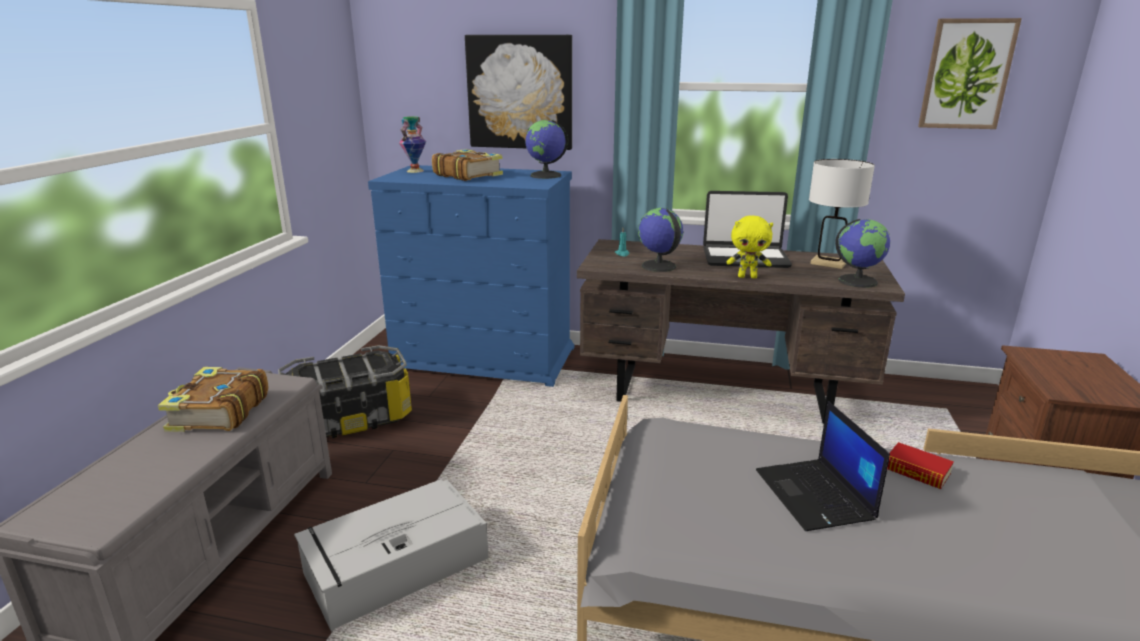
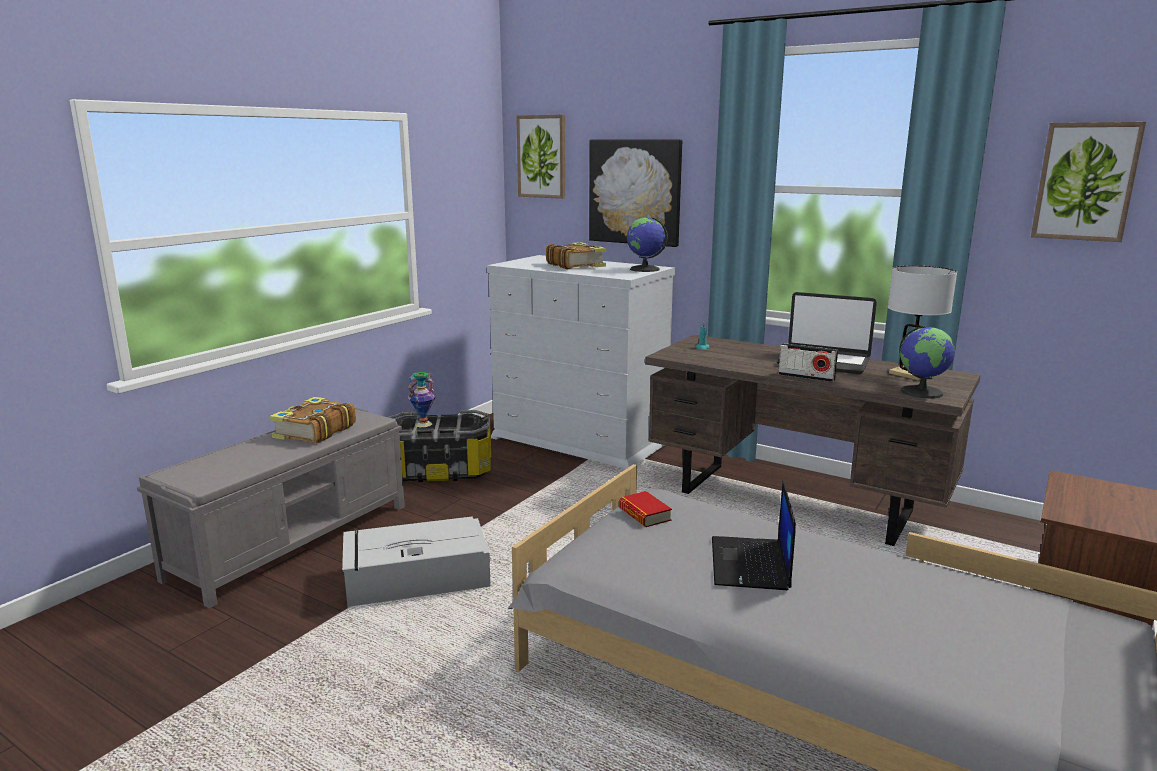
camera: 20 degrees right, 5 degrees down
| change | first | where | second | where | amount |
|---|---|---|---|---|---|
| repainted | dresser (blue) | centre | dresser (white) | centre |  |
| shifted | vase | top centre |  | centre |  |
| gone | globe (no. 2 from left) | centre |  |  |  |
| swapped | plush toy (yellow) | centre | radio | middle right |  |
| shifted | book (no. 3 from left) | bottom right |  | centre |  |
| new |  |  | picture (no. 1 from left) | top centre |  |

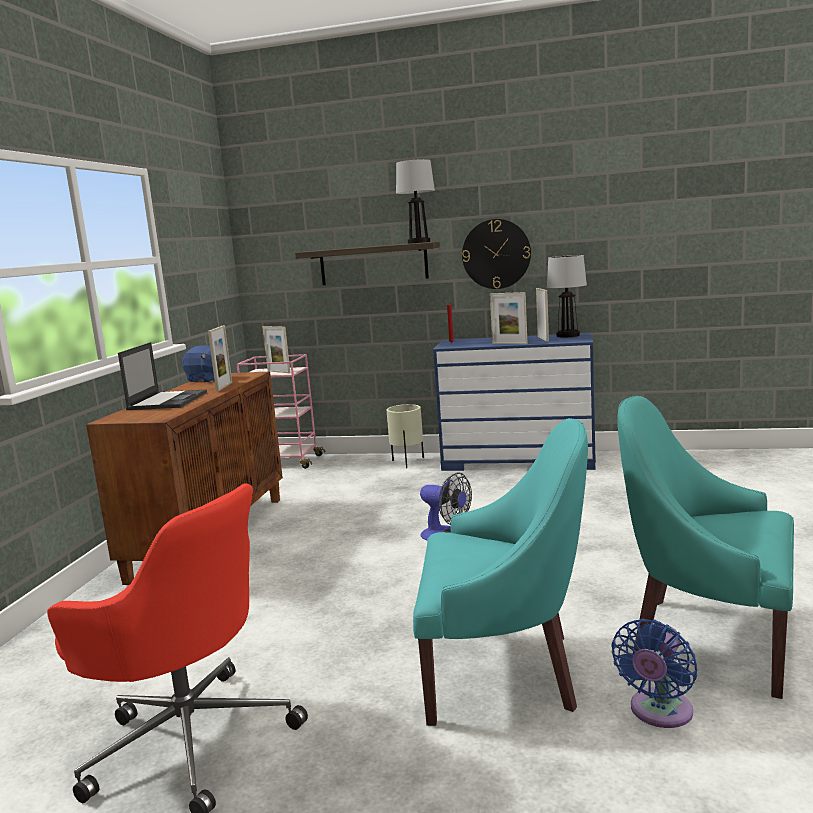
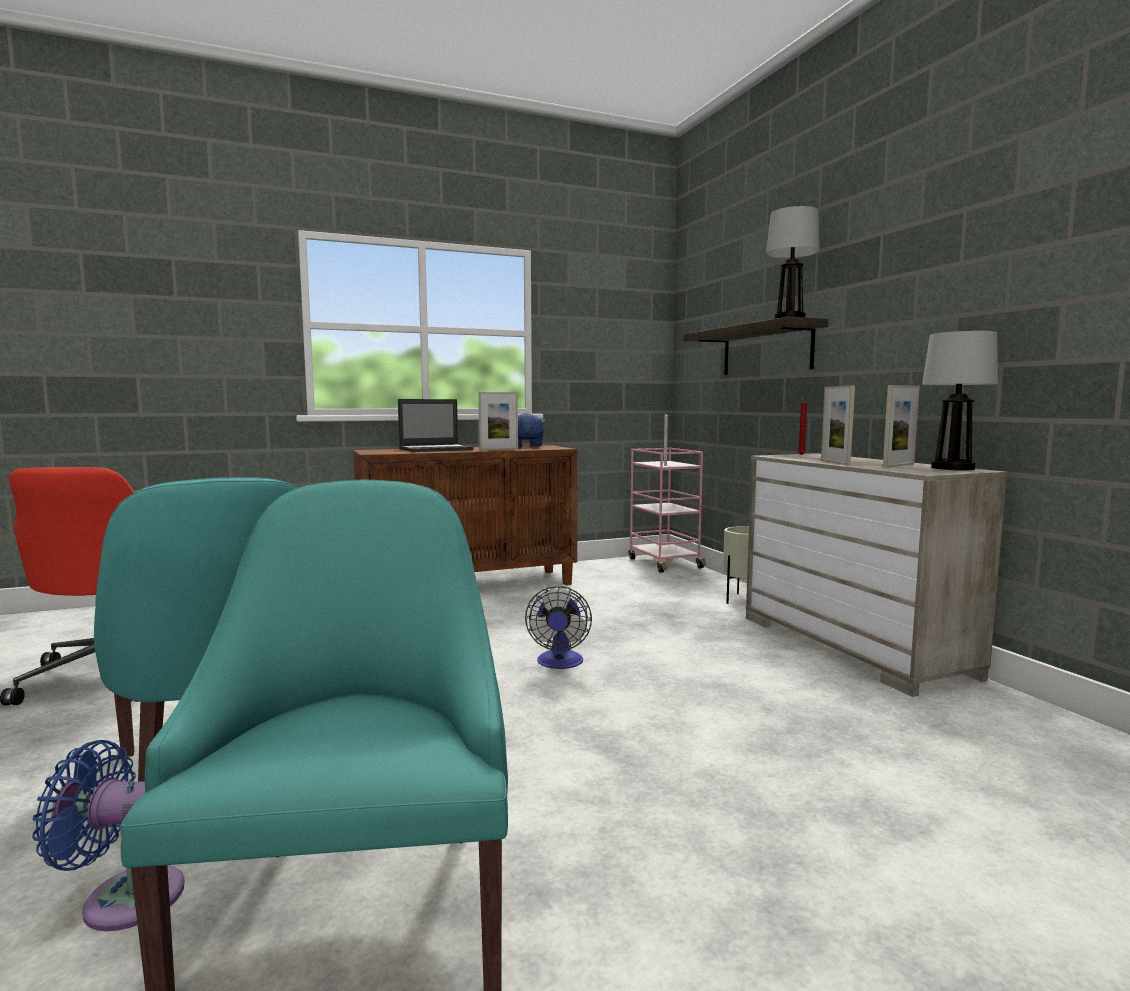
camera: 55 degrees right, 5 degrees down
| change | first | where | second | where | amount |
|---|---|---|---|---|---|
| repainted | dresser (blue) | centre | dresser (beige) | middle right |  |
| gone | wall clock | top centre |  |  |  |

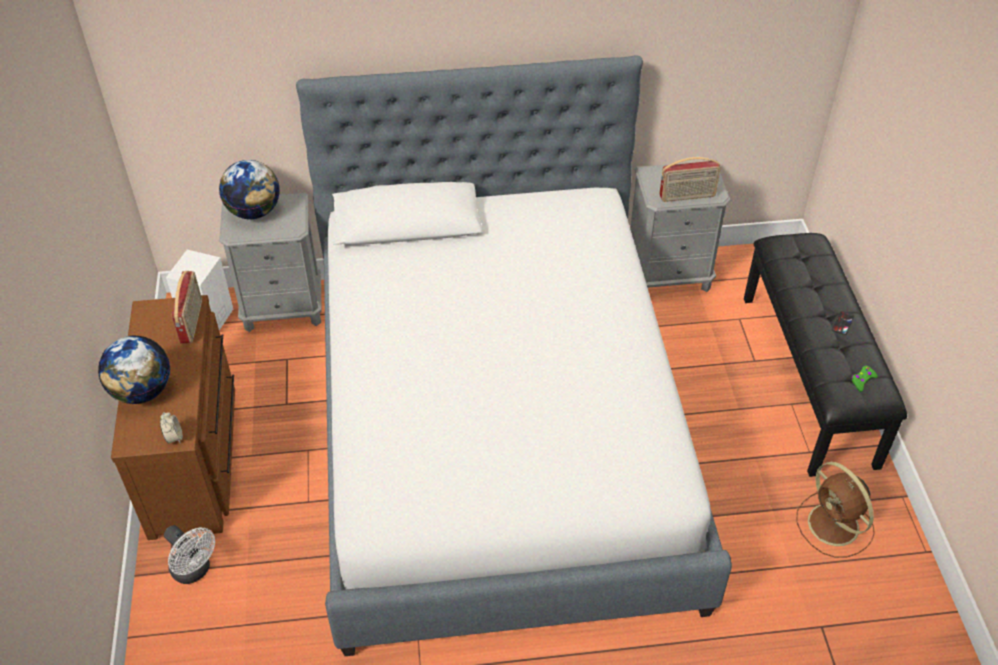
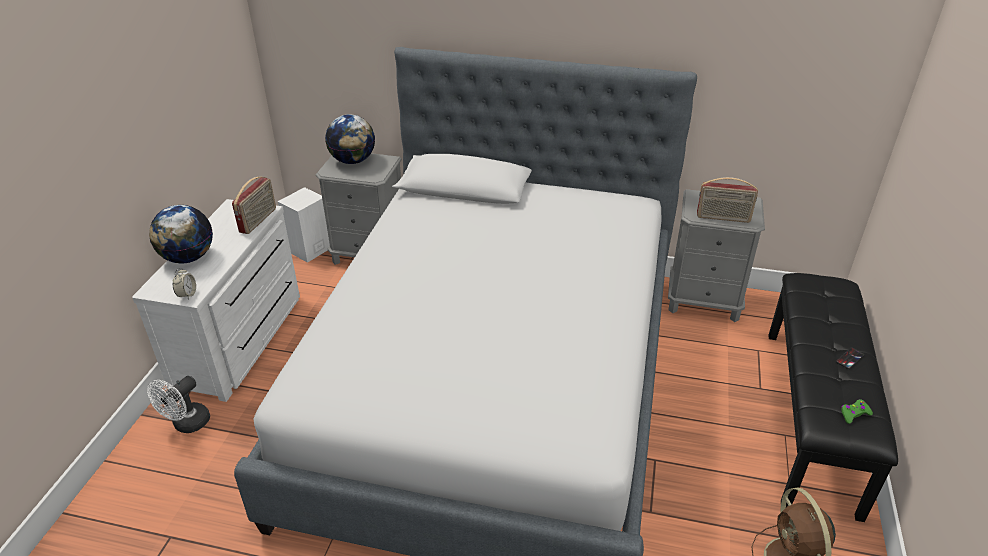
camera: 20 degrees right, 10 degrees down
| change | first | where | second | where | amount |
|---|---|---|---|---|---|
| repainted | dresser (brown) | middle left | dresser (white) | middle left |  |
| rotated | fan (white) | bottom left |  | bottom left | 60 degrees clockwise |

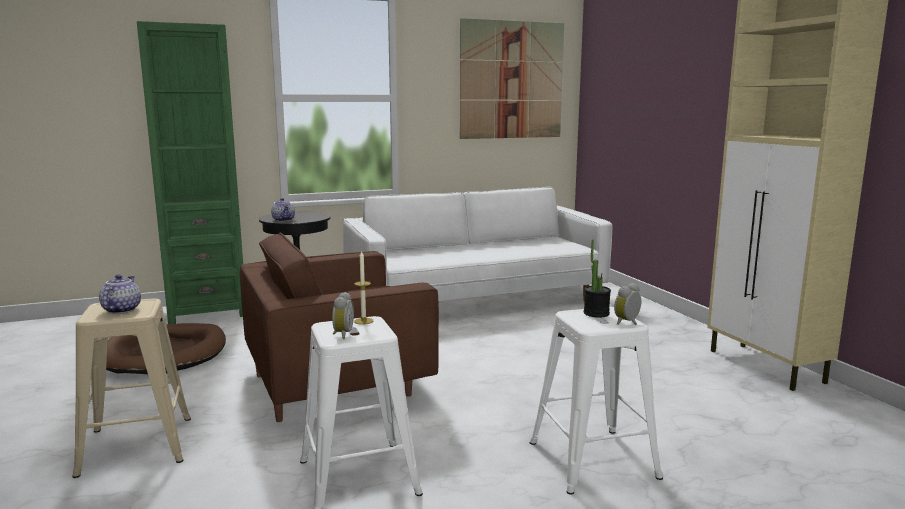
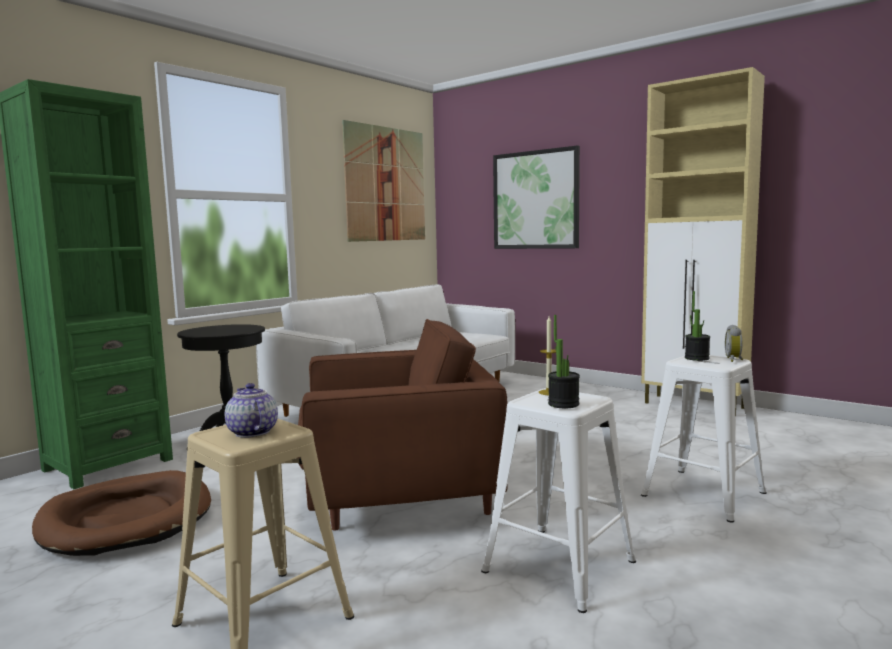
camera: 30 degrees left, 5 degrees down
| change | first | where | second | where | amount |
|---|---|---|---|---|---|
| rotated | armchair (brown) | centre |  | centre | 135 degrees counterclockwise |
| gone | teapot (no. 2 from left) | middle left |  |  |  |
| swapped | alarm clock (no. 1 from left) | centre | potted plant (no. 1 from left) | centre |  |
| new |  |  | picture (no. 2 from left) | top centre |  |

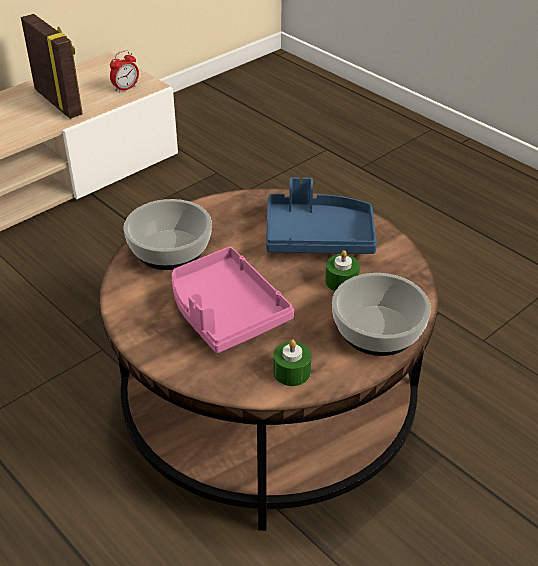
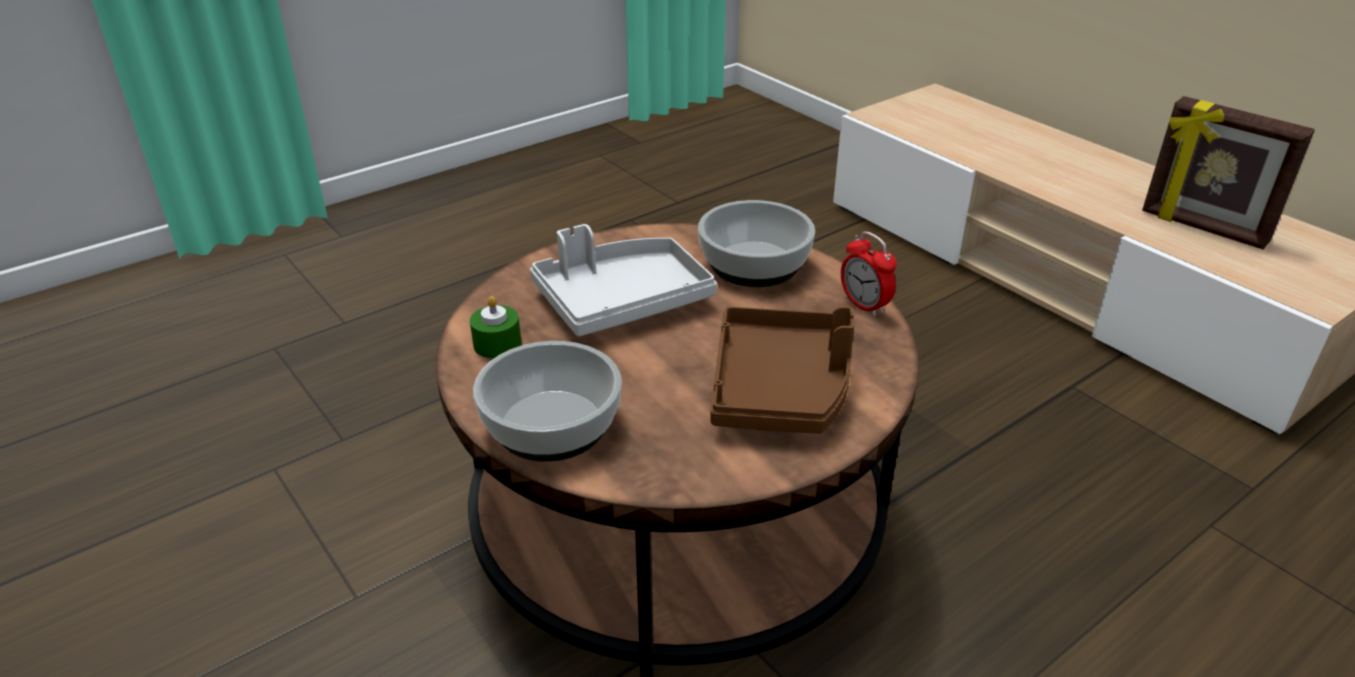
camera: 95 degrees right, 5 degrees down
| change | first | where | second | where | amount |
|---|---|---|---|---|---|
| rotated | picture frame | top left |  | top right | 75 degrees clockwise |
| shifted | alarm clock | top left |  | centre |  |
| repainted | tray (pink) | centre | tray (grey) | centre |  |
| repainted | tray (blue) | centre | tray (brown) | centre |  |
| gone | candle (green) (no. 2 from left) | centre |  |  |  |

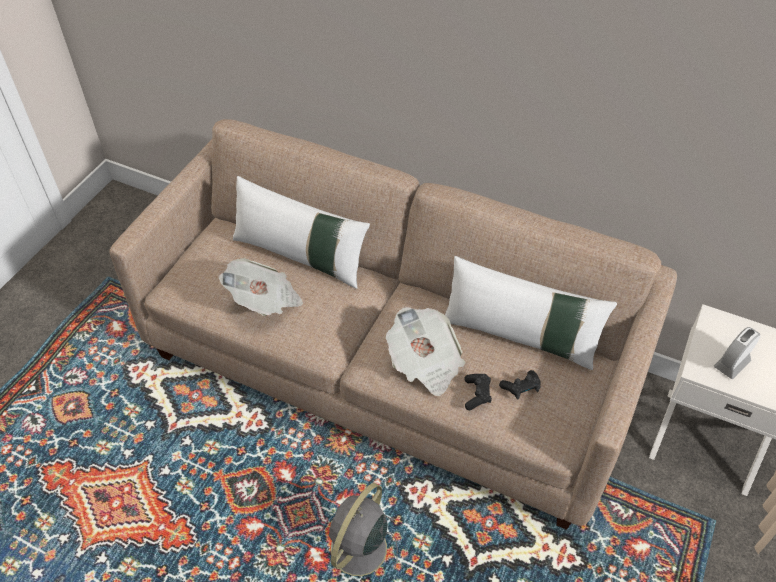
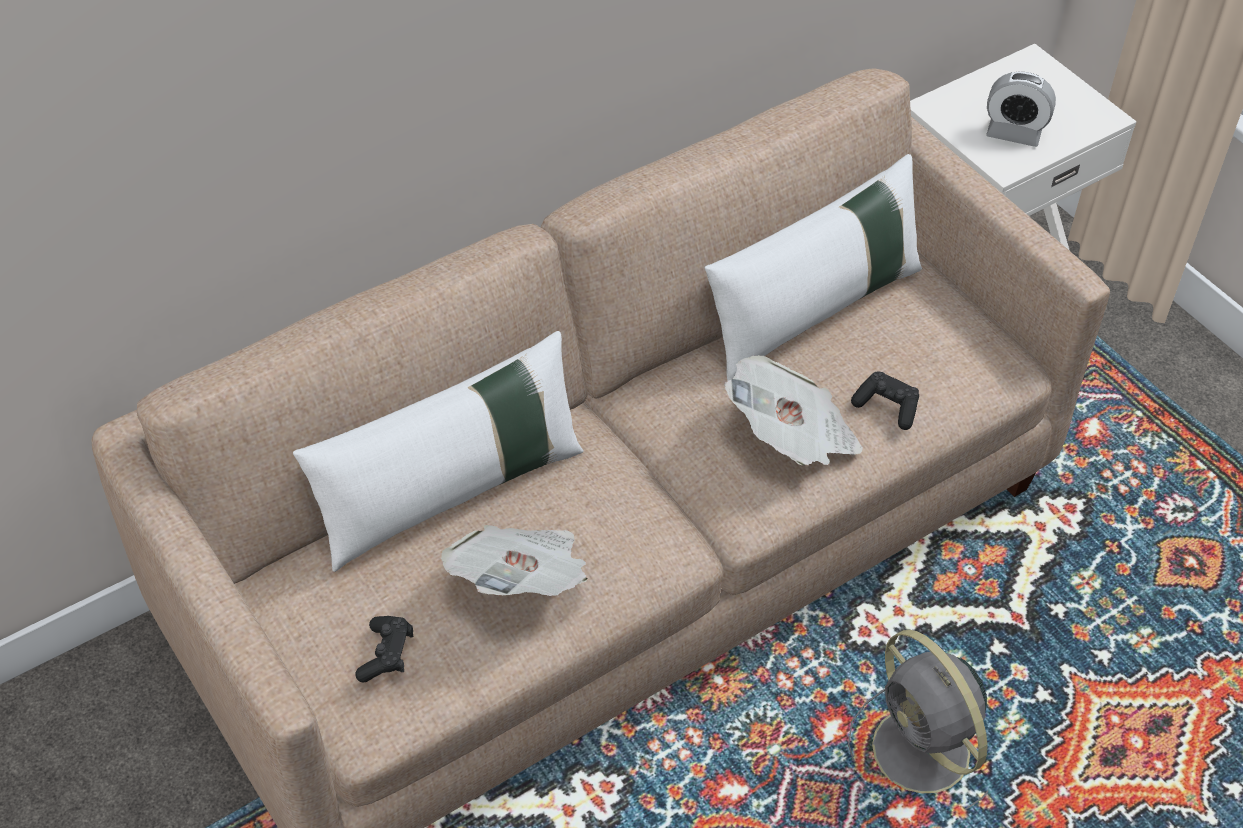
camera: 60 degrees left, 0 degrees up
| change | first | where | second | where | amount |
|---|---|---|---|---|---|
| shifted | game controller (black) (no. 2 from left in the first image) | middle right | game controller (black) (no. 1 from left) | bottom left |  |
| rotated | alarm clock | middle right |  | top right | 60 degrees counterclockwise |

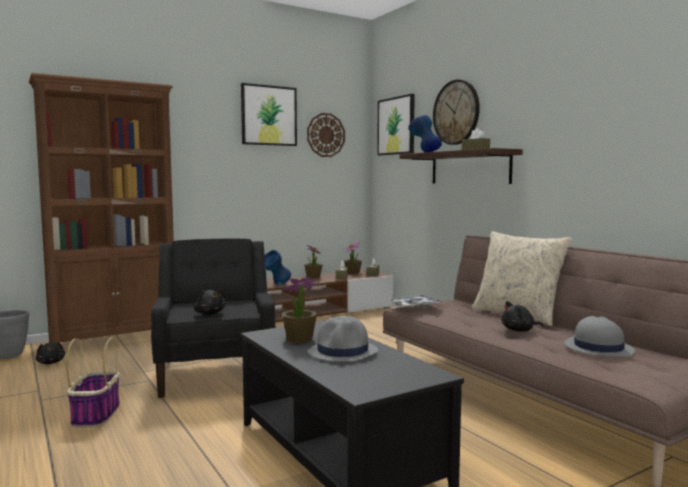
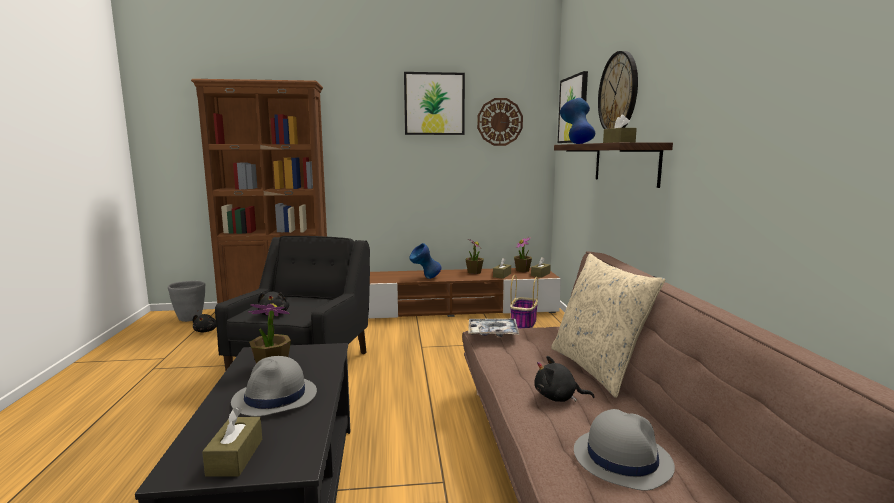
camera: 25 degrees right, 5 degrees up
| change | first | where | second | where | amount |
|---|---|---|---|---|---|
| shifted | basket | bottom left |  | centre |  |
| new |  |  | tissue box (brown) (no. 1 from left) | bottom left |  |

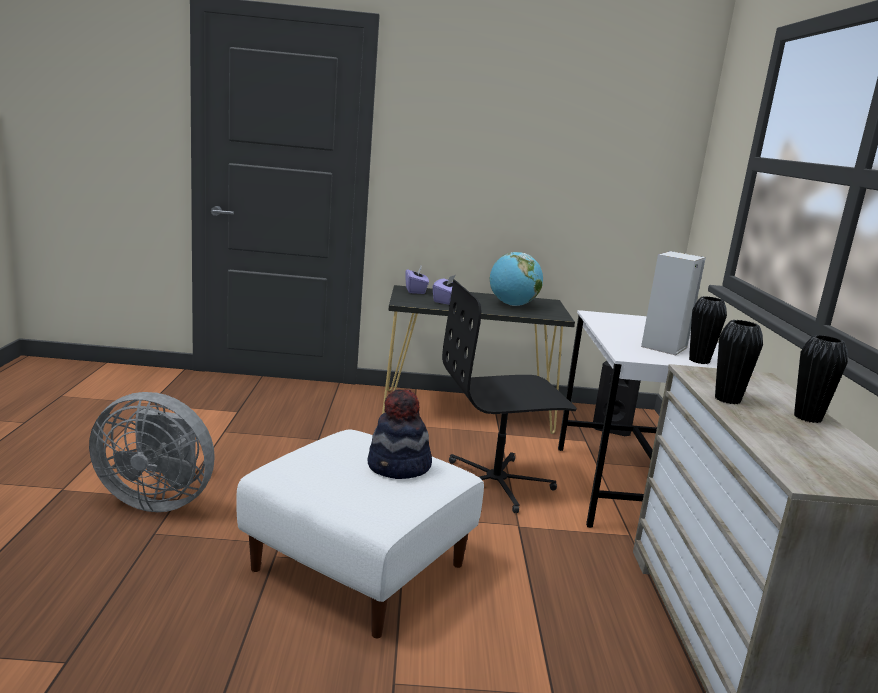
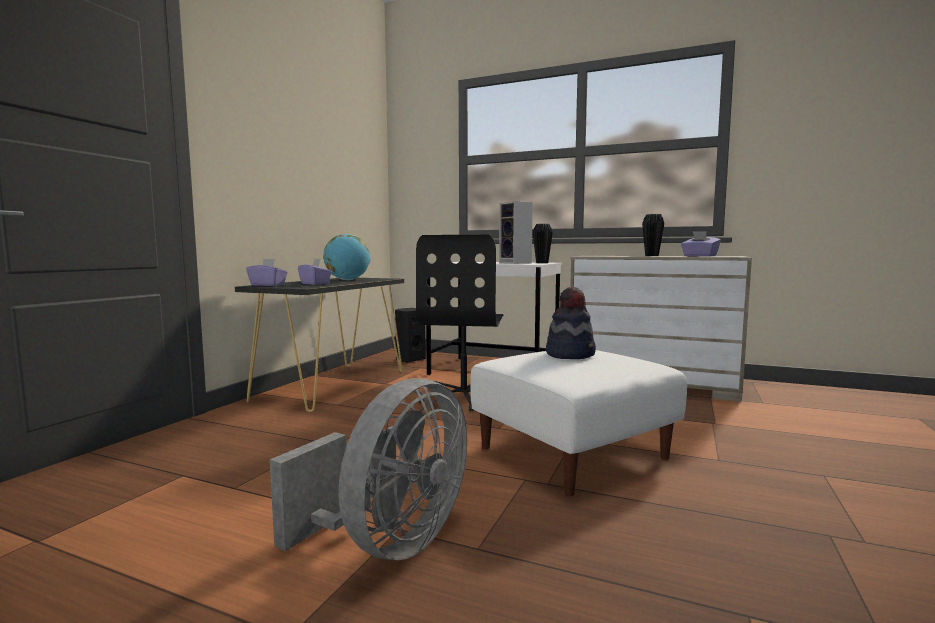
camera: 65 degrees left, 10 degrees down
| change | first | where | second | where | amount |
|---|---|---|---|---|---|
| gone | vase (black) (no. 2 from left) | middle right |  |  |  |
| new |  |  | tissue box (purple) (no. 3 from left) | middle right |  |

